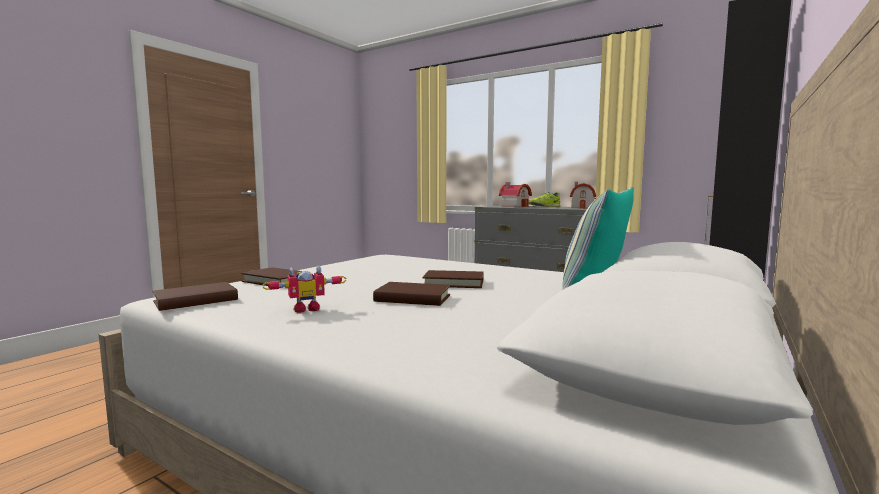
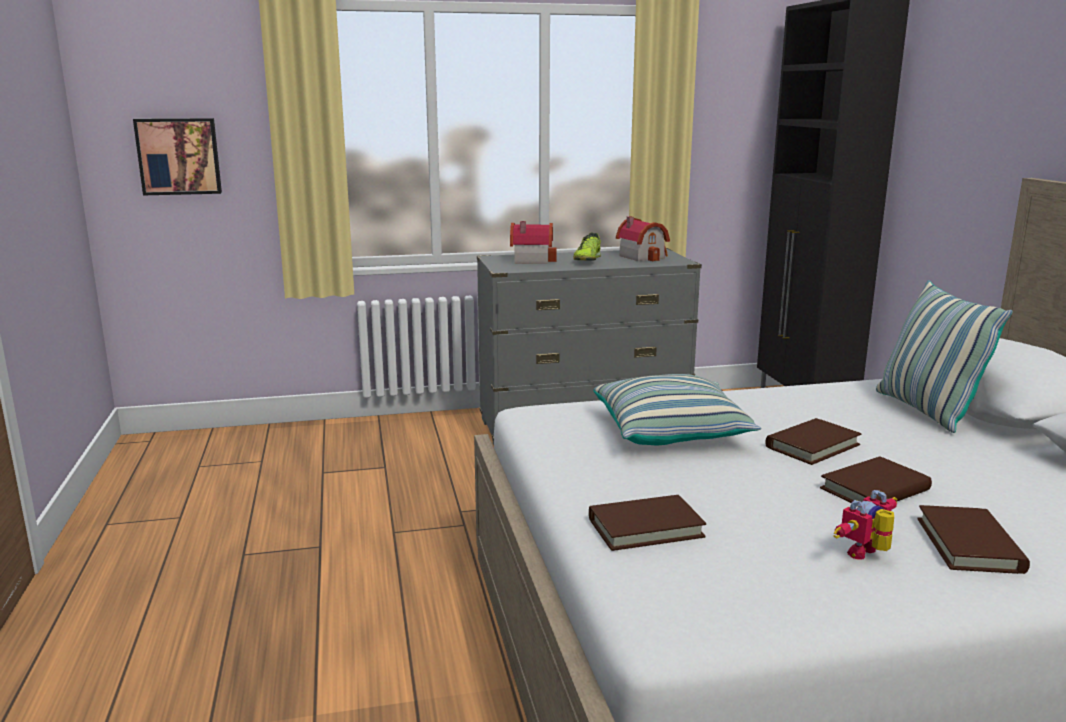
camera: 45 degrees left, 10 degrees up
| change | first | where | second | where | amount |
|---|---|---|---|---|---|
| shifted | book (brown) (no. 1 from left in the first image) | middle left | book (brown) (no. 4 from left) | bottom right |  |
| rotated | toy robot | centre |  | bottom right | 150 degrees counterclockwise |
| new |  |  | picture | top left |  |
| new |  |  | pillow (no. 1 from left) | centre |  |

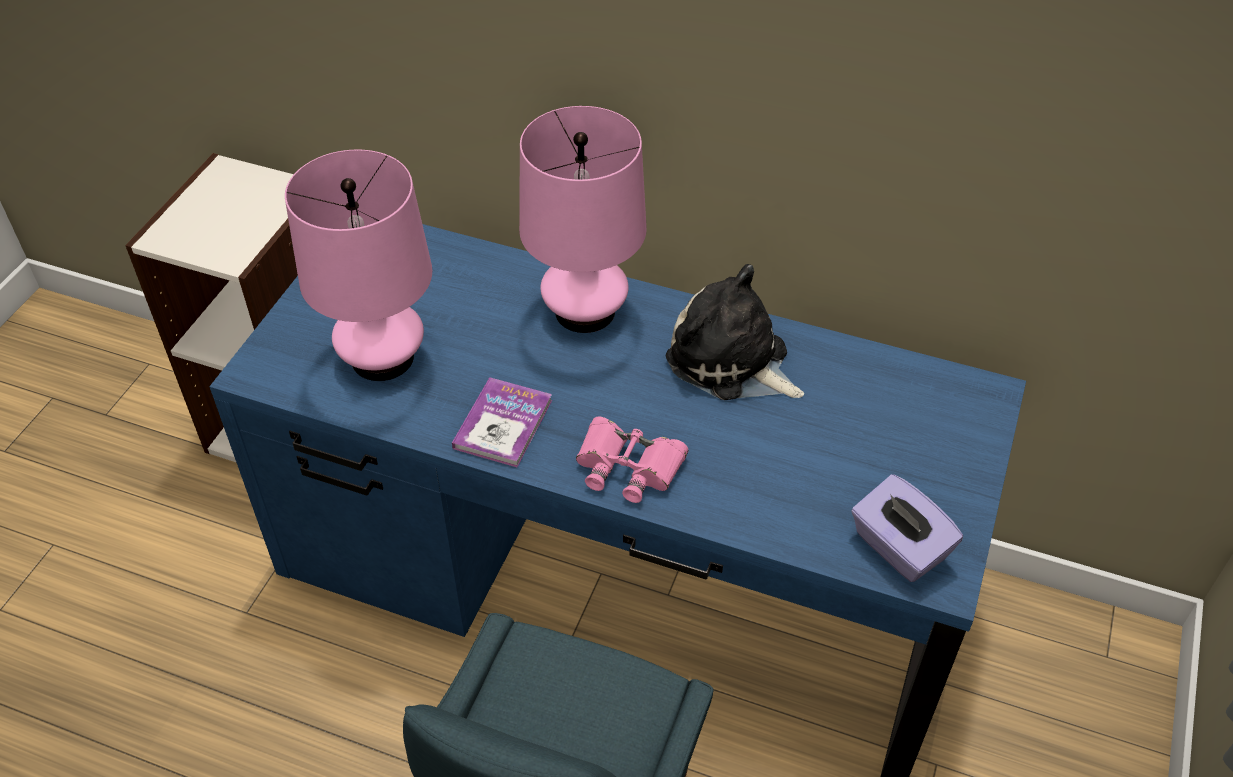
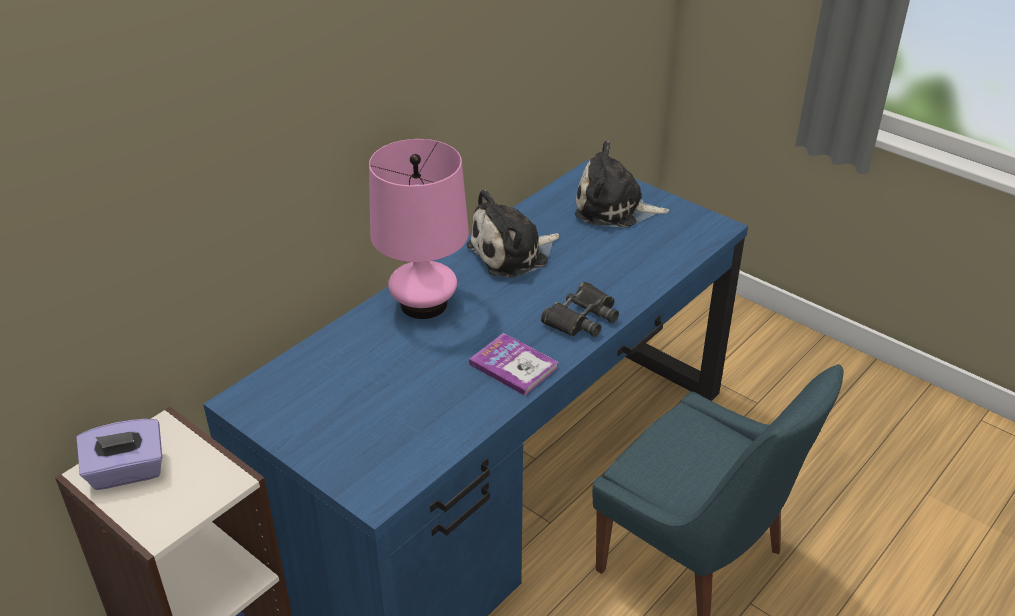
camera: 70 degrees left, 10 degrees down
| change | first | where | second | where | amount |
|---|---|---|---|---|---|
| gone | table lamp (pink) (no. 1 from left) | middle left |  |  |  |
| repainted | binoculars (pink) | centre | binoculars (black) | centre |  |
| shifted | tissue box (purple) | bottom right |  | bottom left |  |
| new |  |  | plush toy (no. 2 from left) | top centre |  |

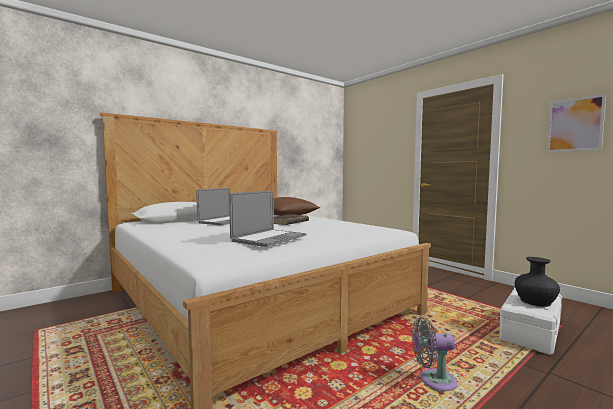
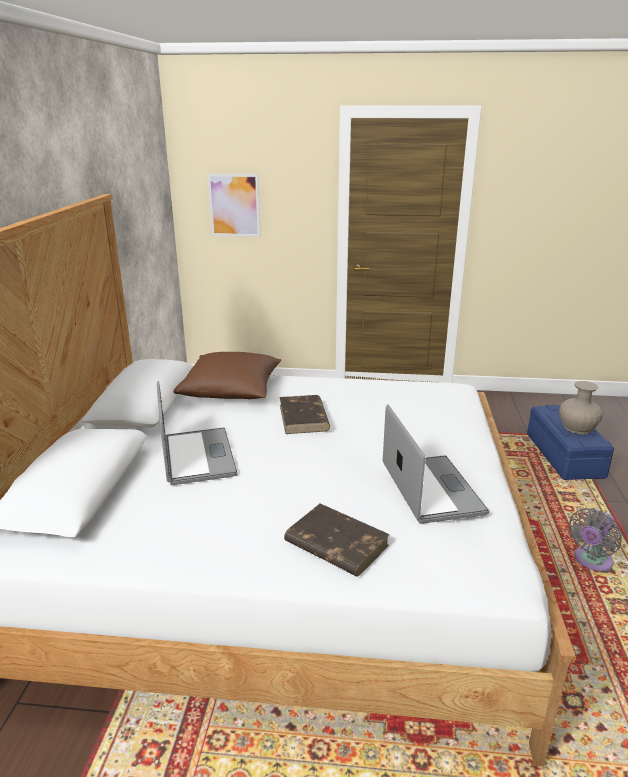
camera: 45 degrees left, 20 degrees up
| change | first | where | second | where | amount |
|---|---|---|---|---|---|
| repainted | storage box (white) | bottom right | storage box (blue) | middle right |  |
| repainted | vase (black) | bottom right | vase (beige) | middle right |  |
| shifted | picture | top right |  | top centre |  |
| new |  |  | book (brown) (no. 2 from left) | bottom centre |  |

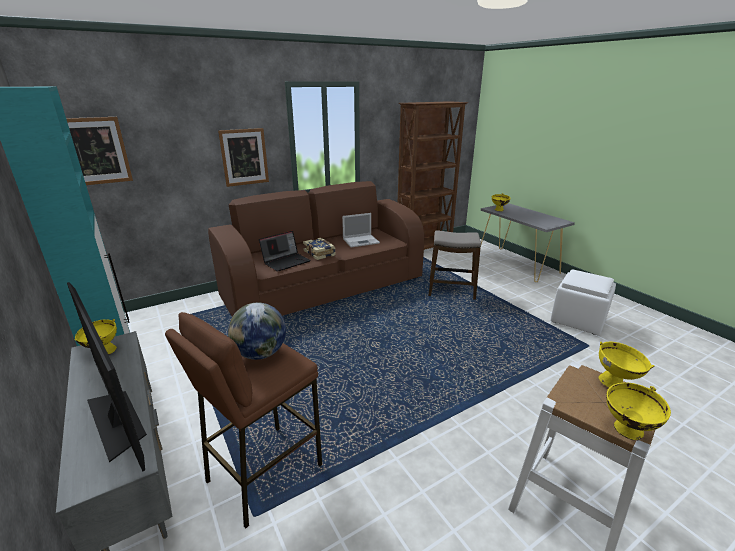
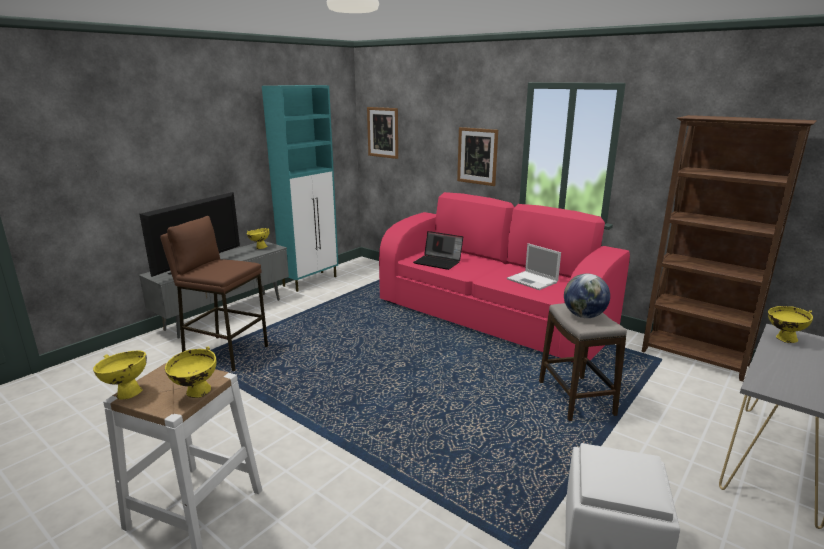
camera: 70 degrees right, 5 degrees down
| change | first | where | second | where | amount |
|---|---|---|---|---|---|
| repainted | sofa (brown) | centre | sofa (pink) | centre |  |
| shifted | globe | centre |  | middle right |  |
| gone | book | centre |  |  |  |

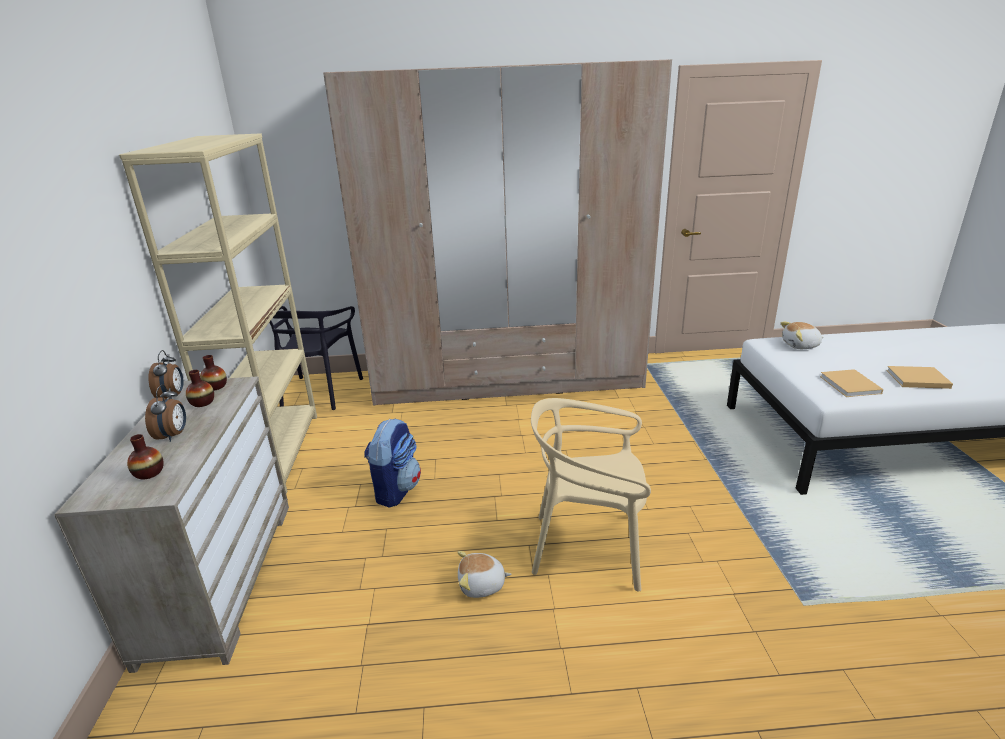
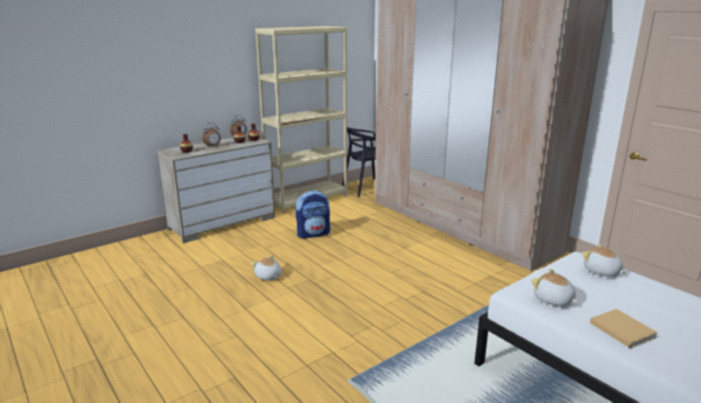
camera: 55 degrees right, 5 degrees down
| change | first | where | second | where | amount |
|---|---|---|---|---|---|
| gone | chair (beige) | bottom centre |  |  |  |
| swapped | book (beige) (no. 1 from left) | middle right | plush toy (no. 2 from left) | bottom right |  |

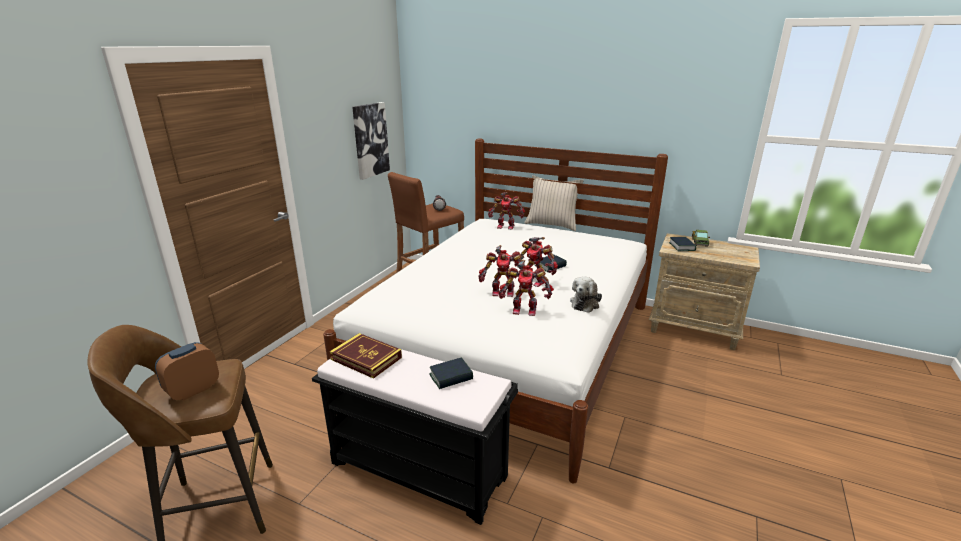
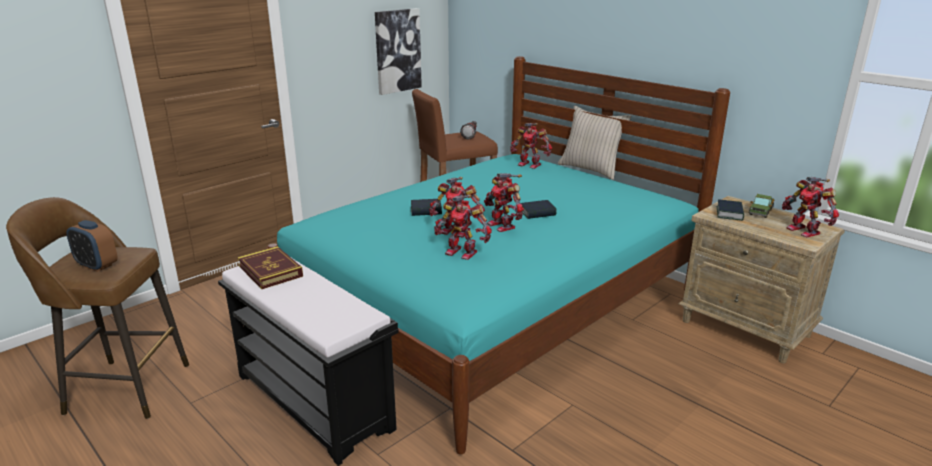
camera: 20 degrees right, 0 degrees up
| change | first | where | second | where | amount |
|---|---|---|---|---|---|
| rotated | alarm clock | bottom left |  | middle left | 120 degrees counterclockwise |
| repainted | bed (white) | centre | bed (turquoise) | centre |  |
| shifted | book (no. 2 from left) | bottom centre |  | centre |  |
| gone | plush toy | centre |  |  |  |
| new |  |  | toy robot (no. 5 from left) | middle right |  |

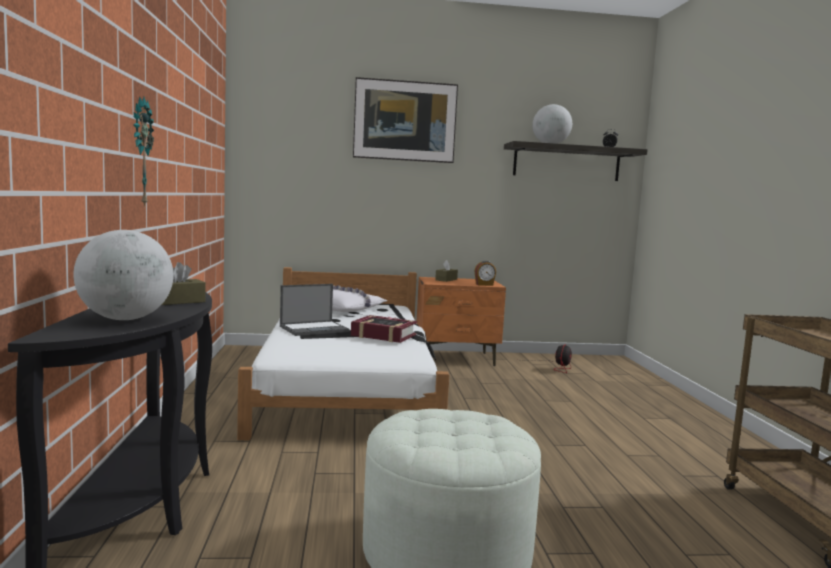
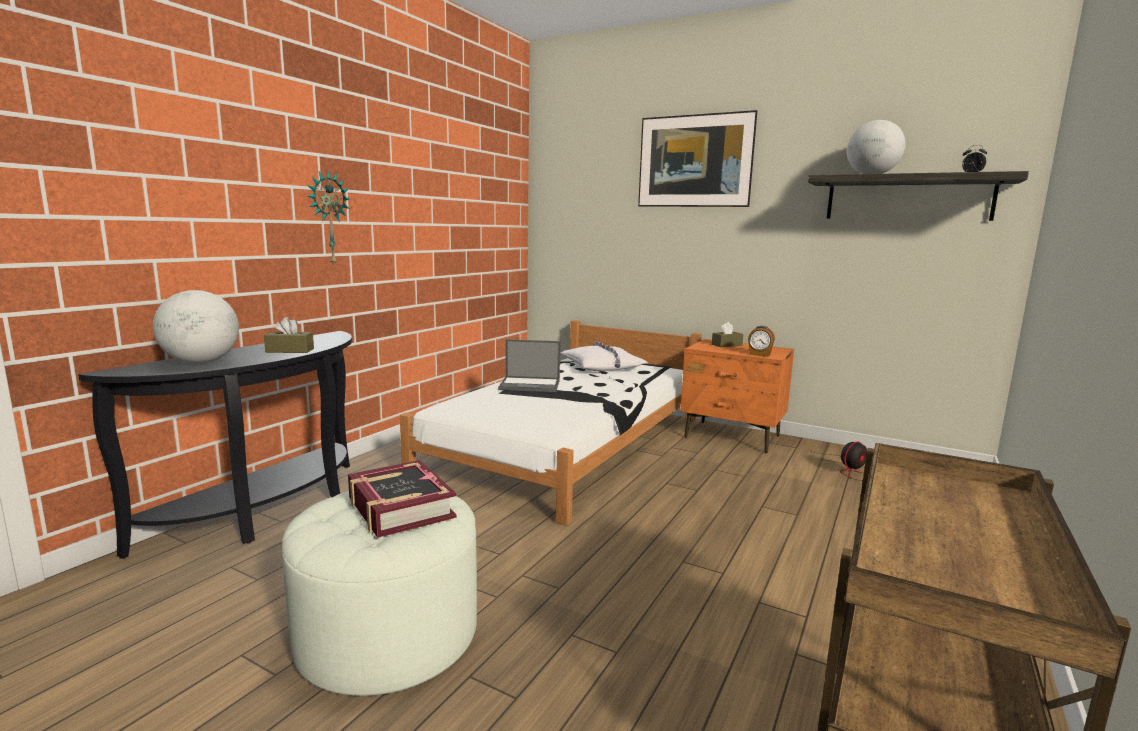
camera: 35 degrees right, 5 degrees up
| change | first | where | second | where | amount |
|---|---|---|---|---|---|
| shifted | book | centre |  | bottom centre |  |

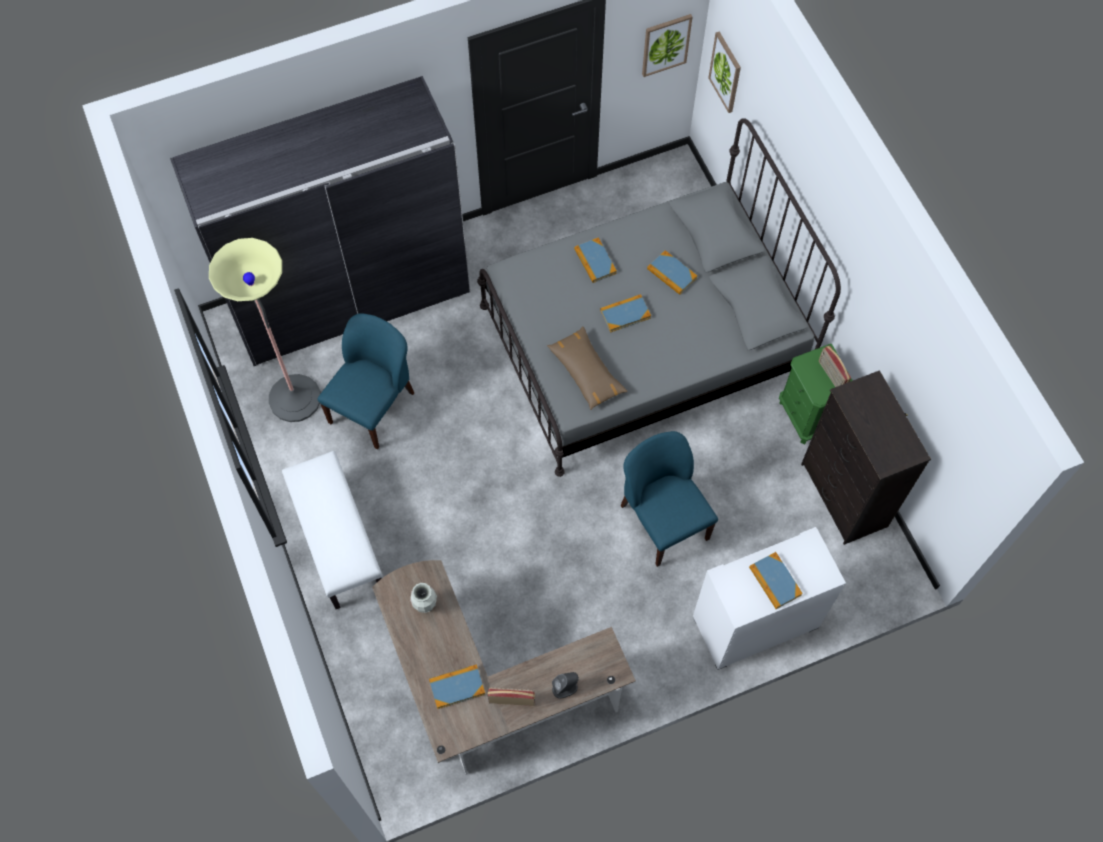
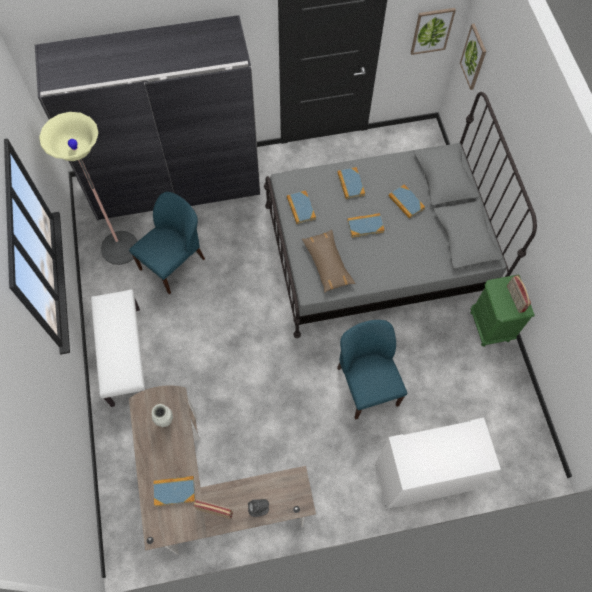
camera: 10 degrees right, 0 degrees up
| change | first | where | second | where | amount |
|---|---|---|---|---|---|
| shifted | book (no. 5 from left in the first image) | bottom right | book (no. 2 from left) | centre |  |
| gone | dresser (black) | middle right |  |  |  |

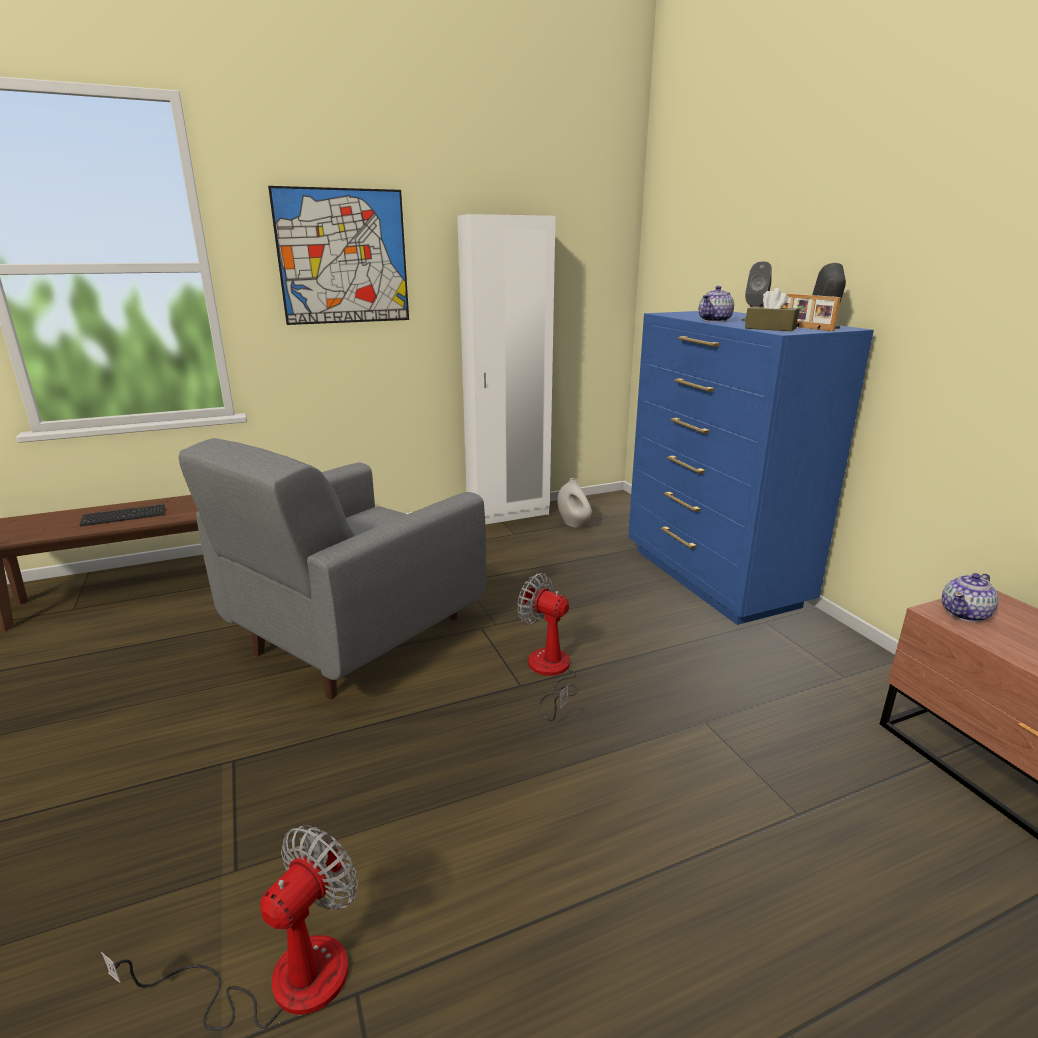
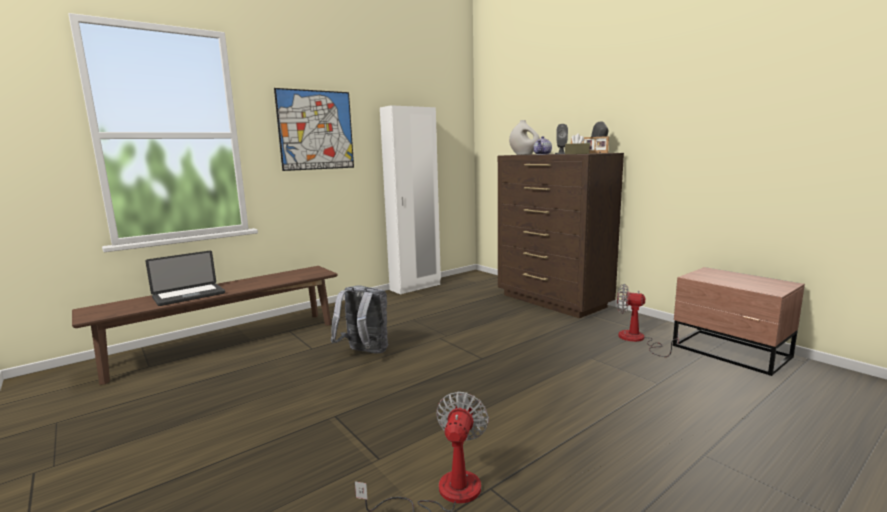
camera: 15 degrees left, 10 degrees down
| change | first | where | second | where | amount |
|---|---|---|---|---|---|
| swapped | keyboard | middle left | laptop | middle left |  |
| swapped | armchair (grey) | middle left | backpack (grey) | centre |  |
| shifted | fan (no. 2 from left) | centre |  | middle right |  |
| shifted | vase (white) | centre |  | top centre |  |
| repainted | dresser (blue) | middle right | dresser (brown) | centre |  |
| gone | teapot (no. 2 from left) | middle right |  |  |  |

